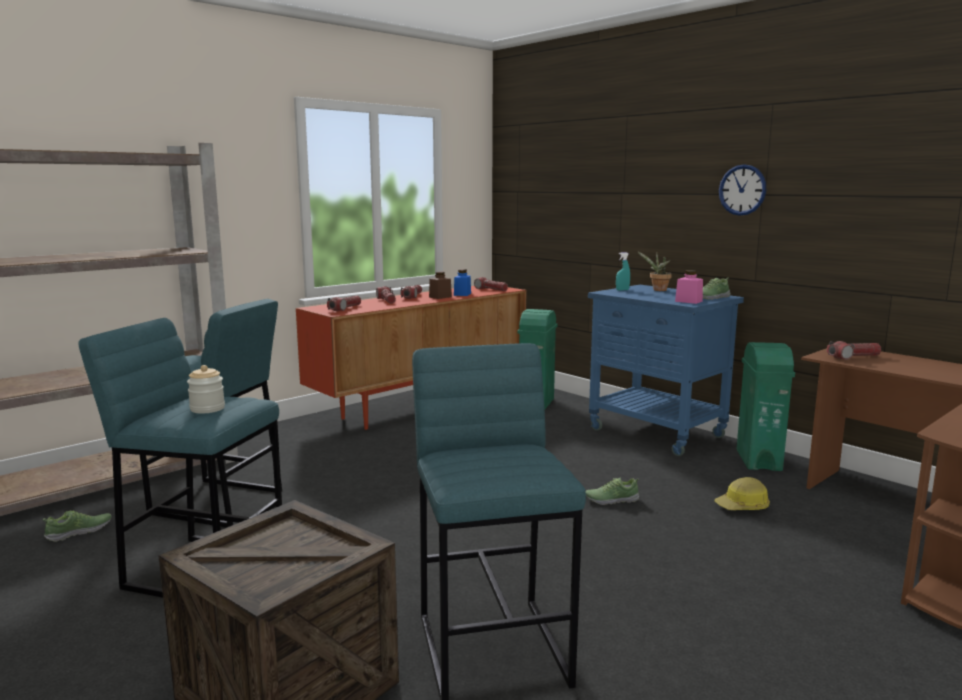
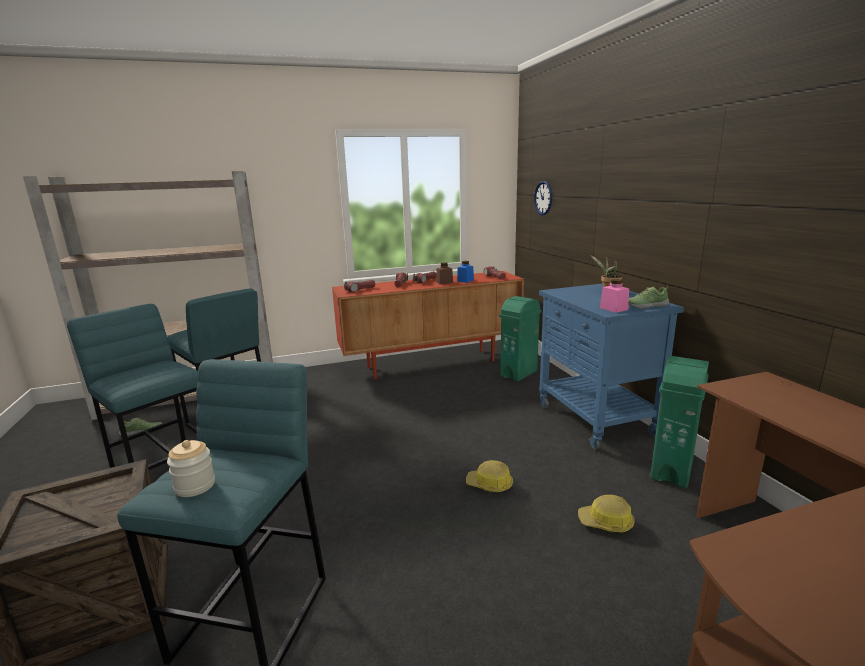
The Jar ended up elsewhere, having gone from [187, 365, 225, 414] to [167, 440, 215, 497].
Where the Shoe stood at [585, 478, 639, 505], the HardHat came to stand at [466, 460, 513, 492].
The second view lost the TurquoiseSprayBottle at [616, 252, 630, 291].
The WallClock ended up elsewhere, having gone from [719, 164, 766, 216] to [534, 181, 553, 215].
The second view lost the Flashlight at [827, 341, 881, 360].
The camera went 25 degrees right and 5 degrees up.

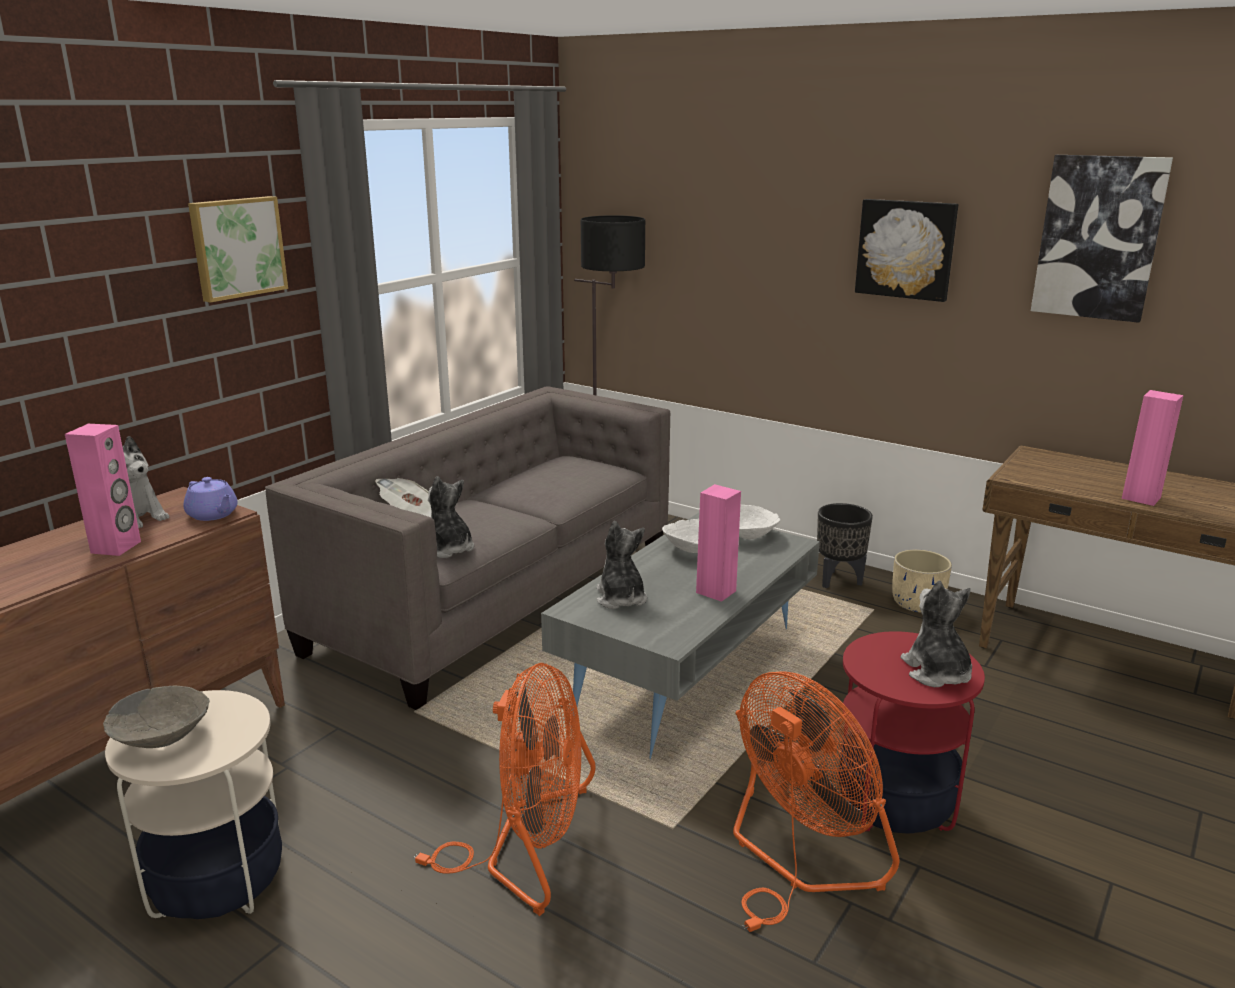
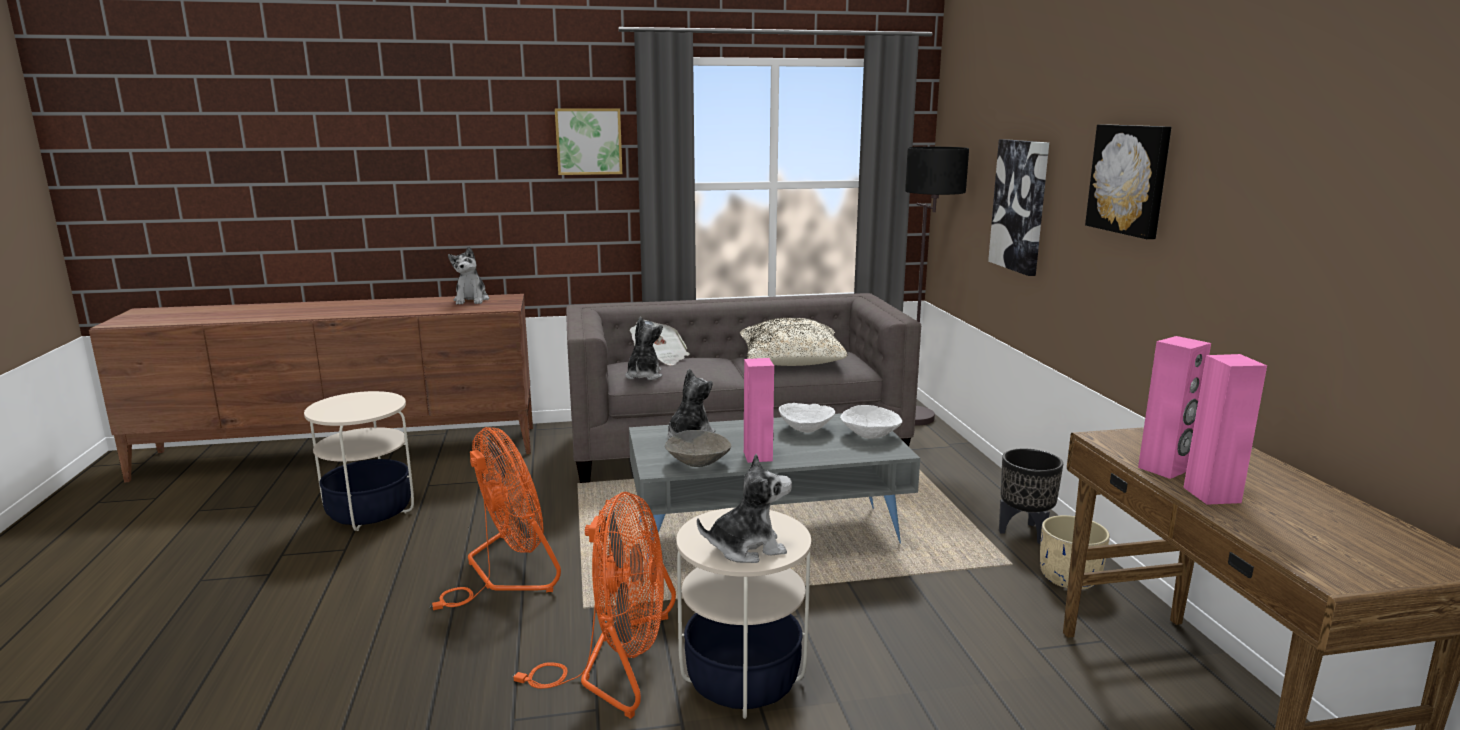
The PinkSpeaker ended up elsewhere, having gone from [65, 424, 141, 556] to [1138, 336, 1211, 479].
The GreyBowl ended up elsewhere, having gone from [103, 686, 210, 748] to [665, 430, 731, 467].
The second view lost the PurpleTeapot at [184, 477, 238, 521].
The OrangeFan at [415, 663, 595, 916] ended up facing another way, 90 degrees counterclockwise from before.
What was the RedSideTable at [839, 631, 985, 833] turned into the BeigeSideTable at [676, 508, 811, 719].
The PlushToy at [900, 580, 972, 687] ended up facing another way, 45 degrees clockwise from before.
The Picture ended up elsewhere, having gone from [1031, 155, 1173, 323] to [988, 139, 1049, 276].
The second view gained the BeigePillow at [740, 318, 848, 366].
The camera went 45 degrees right and 5 degrees down.

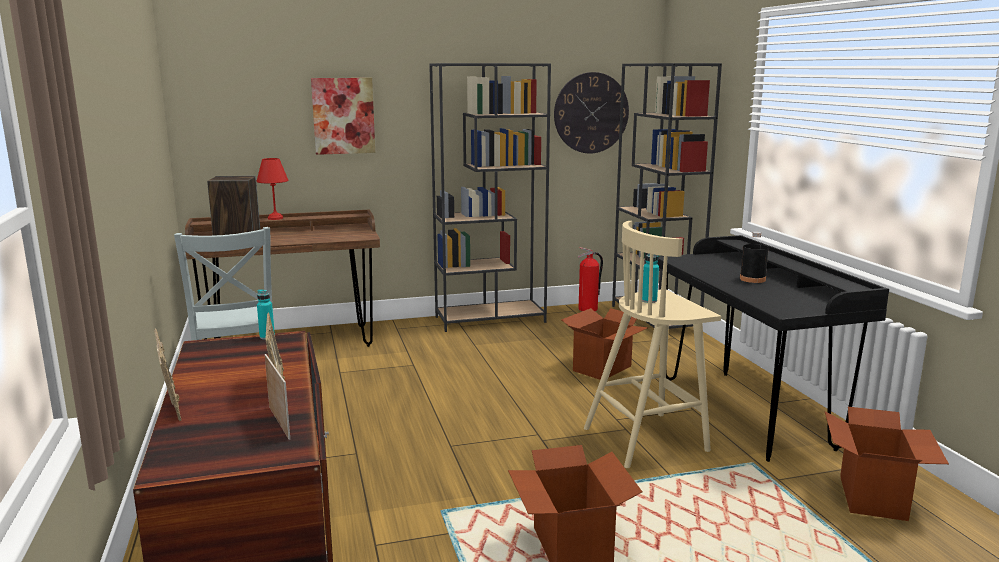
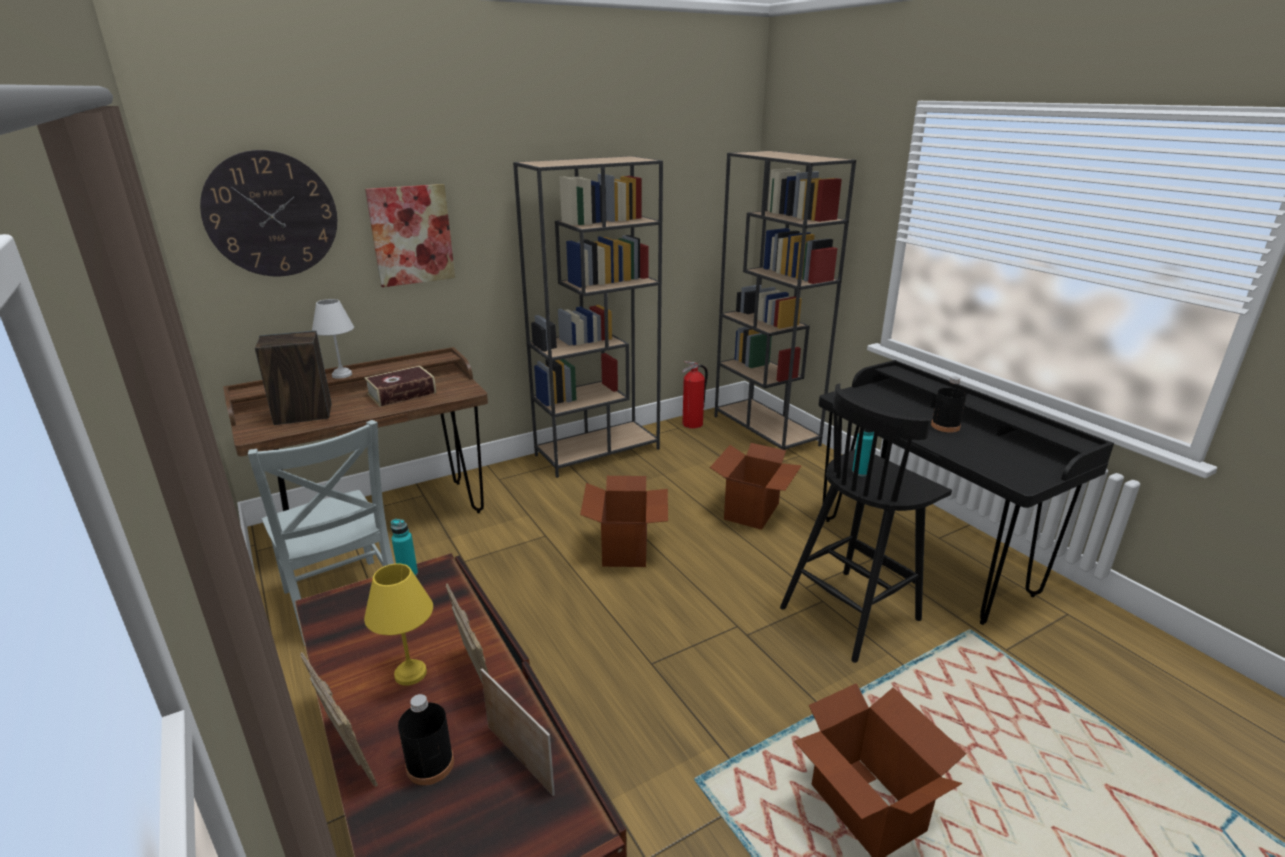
What was the RedTableLamp at [256, 158, 288, 220] turned into the WhiteTableLamp at [312, 299, 354, 379].
The WallClock ended up elsewhere, having gone from [554, 72, 629, 154] to [200, 150, 337, 277].
What was the BeigeStool at [584, 221, 721, 468] turned into the BlackStool at [780, 384, 952, 663].
The CardboardBox ended up elsewhere, having gone from [825, 407, 949, 521] to [580, 476, 668, 567].
The second view gained the Book at [364, 366, 436, 407].
The second view gained the YellowTableLamp at [364, 563, 433, 686].
The second view gained the BlackBottle at [398, 694, 454, 786].
The camera went 15 degrees left and 10 degrees up.

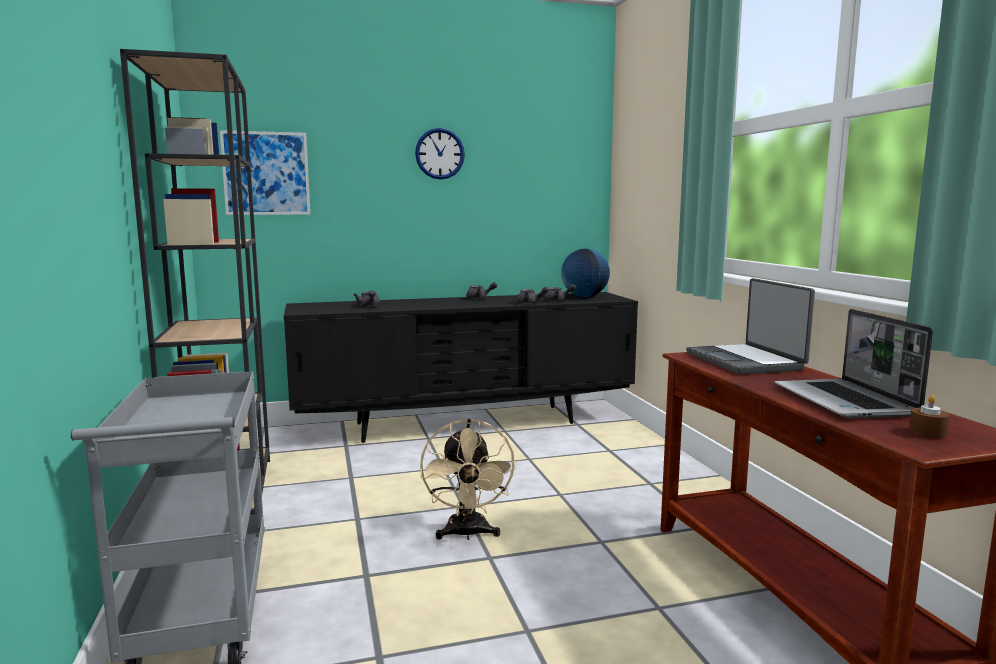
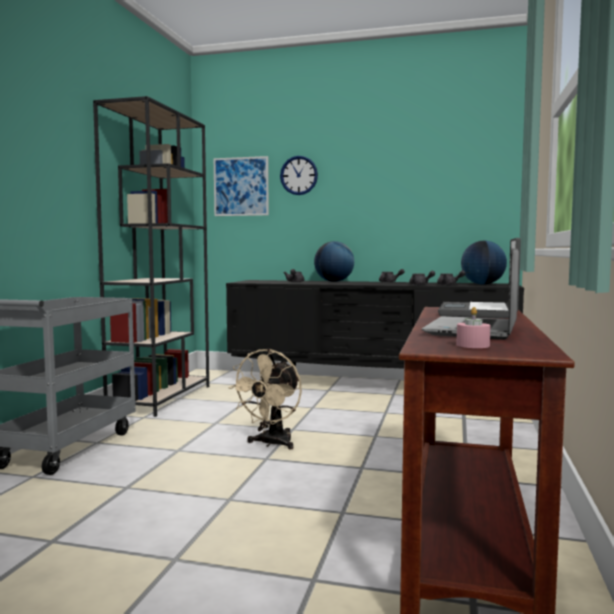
The WallClock ended up elsewhere, having gone from [415, 128, 465, 180] to [280, 156, 318, 195].
What was the BrownCandle at [909, 395, 950, 439] turned into the PinkCandle at [456, 307, 491, 348].
The second view gained the Globe at [314, 241, 354, 282].
The camera went 30 degrees right and 5 degrees down.

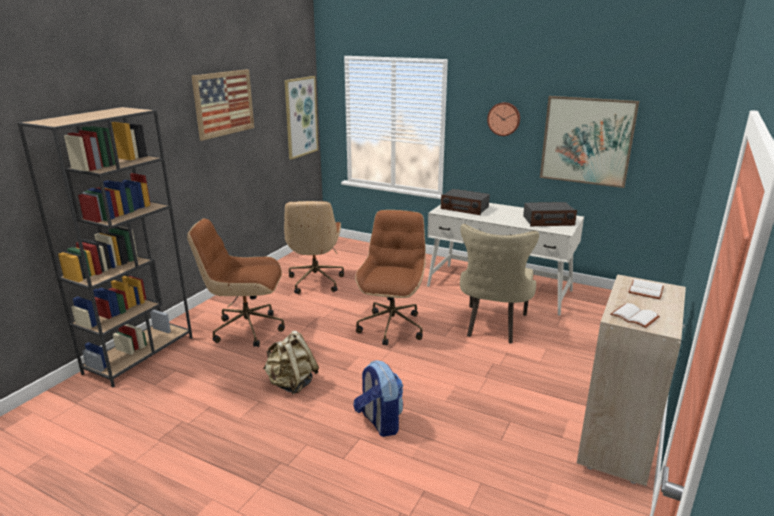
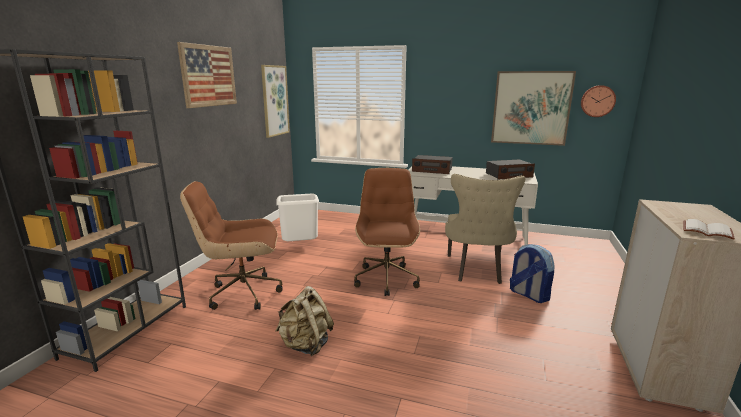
Where the BrownOfficeChair stood at [284, 201, 344, 294], the WhiteTrashCan came to stand at [276, 194, 319, 241].
The Backpack ended up elsewhere, having gone from [353, 360, 403, 437] to [510, 244, 554, 303].
The WallClock ended up elsewhere, having gone from [487, 102, 520, 136] to [581, 85, 616, 117].
The second view lost the WhiteBook at [628, 279, 664, 299].
The camera went 10 degrees left and 5 degrees down.

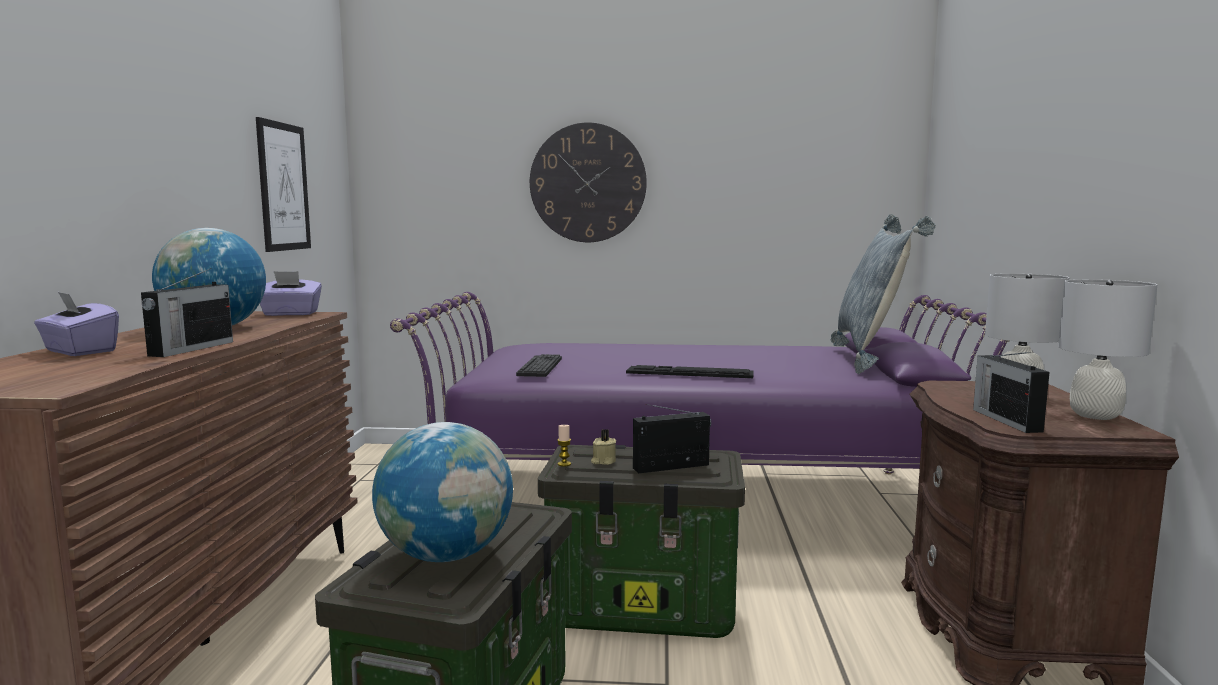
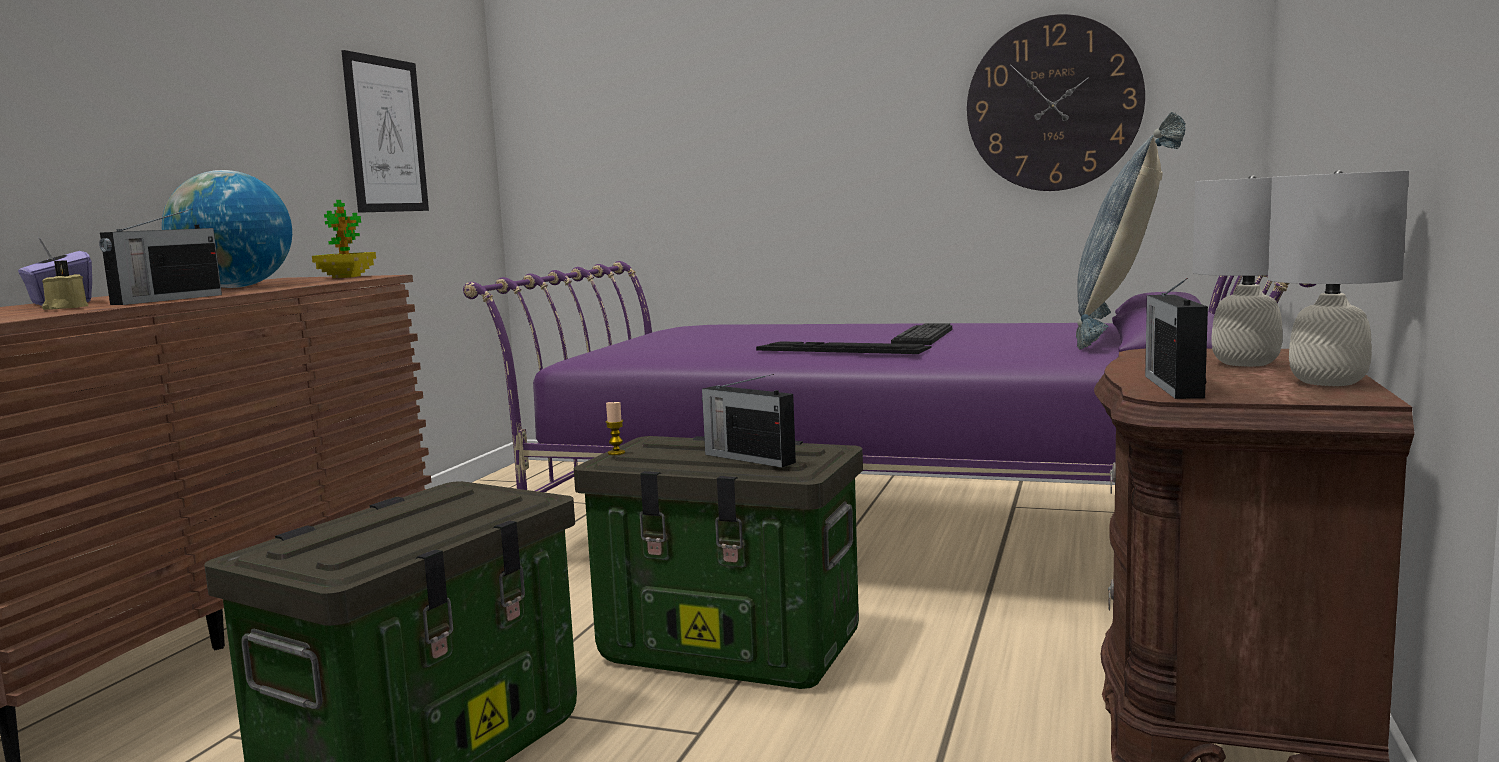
Where the PurpleTissueBox stood at [260, 271, 322, 316], the PottedPlant came to stand at [312, 200, 376, 278].
The second view lost the Globe at [372, 422, 513, 562].
The Keyboard ended up elsewhere, having gone from [516, 354, 562, 377] to [891, 323, 952, 345].
The WallClock ended up elsewhere, having gone from [530, 122, 647, 242] to [967, 14, 1145, 191].
The BeigeCandle ended up elsewhere, having gone from [591, 429, 616, 465] to [42, 260, 88, 310].
The Radio at [633, 404, 711, 473] ended up facing another way, 135 degrees counterclockwise from before.
The camera went 15 degrees right and 0 degrees up.

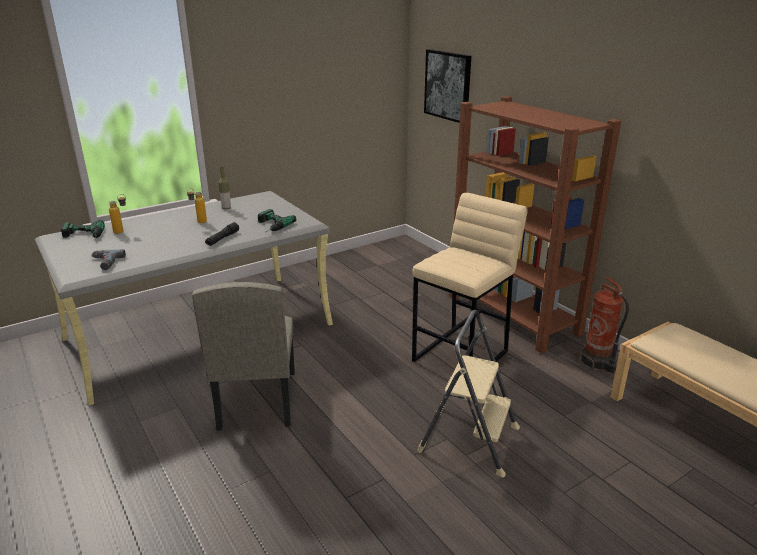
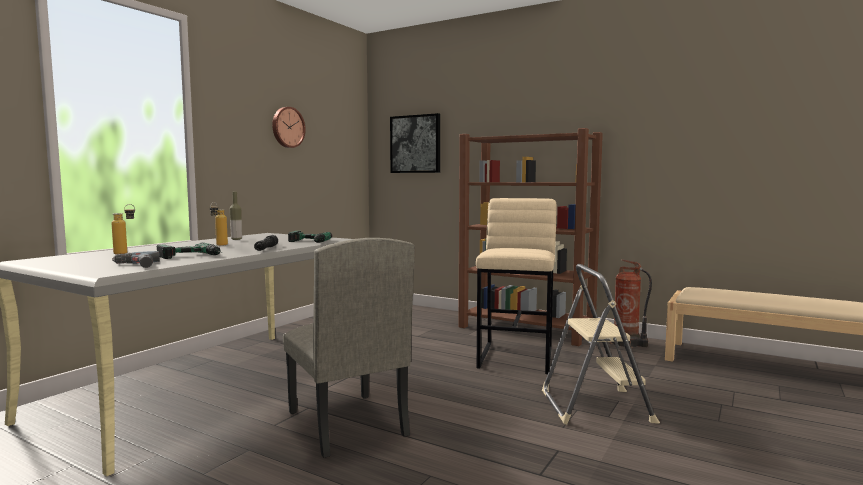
The PowerDrill ended up elsewhere, having gone from [61, 220, 105, 238] to [157, 242, 222, 259].
The second view gained the WallClock at [272, 107, 306, 148].
The camera went 25 degrees left and 20 degrees down.

